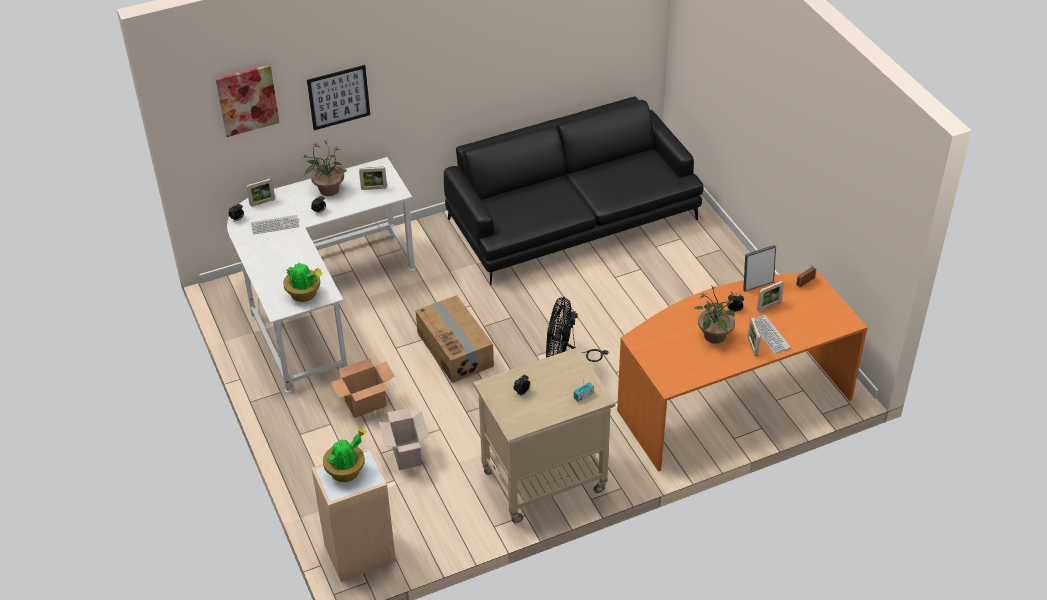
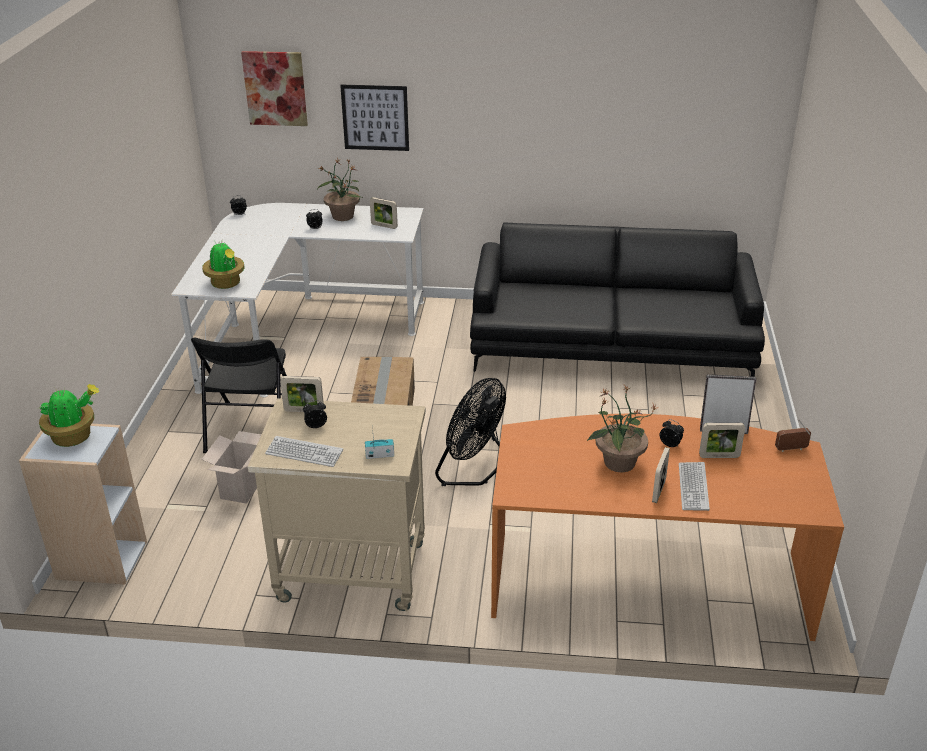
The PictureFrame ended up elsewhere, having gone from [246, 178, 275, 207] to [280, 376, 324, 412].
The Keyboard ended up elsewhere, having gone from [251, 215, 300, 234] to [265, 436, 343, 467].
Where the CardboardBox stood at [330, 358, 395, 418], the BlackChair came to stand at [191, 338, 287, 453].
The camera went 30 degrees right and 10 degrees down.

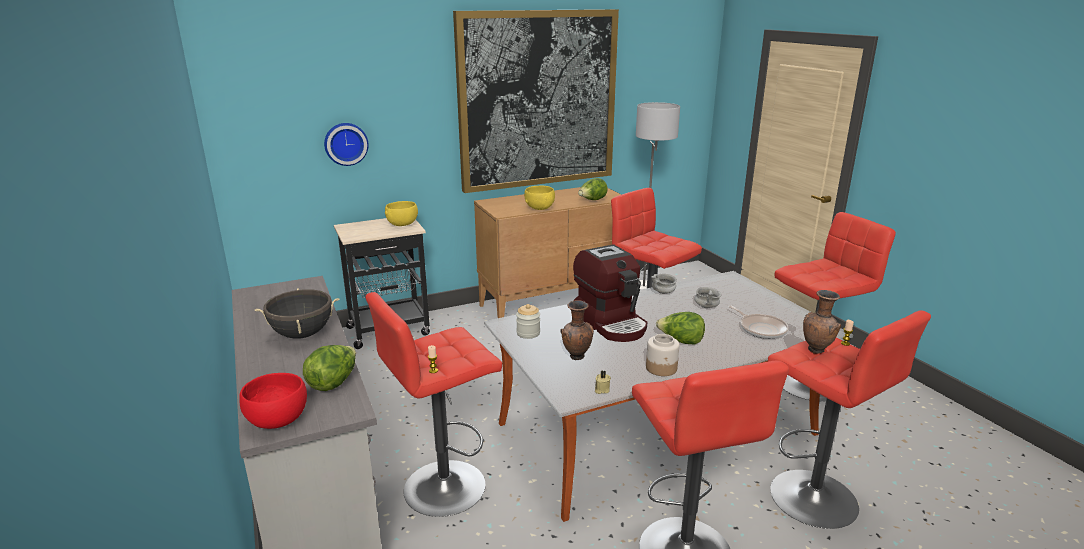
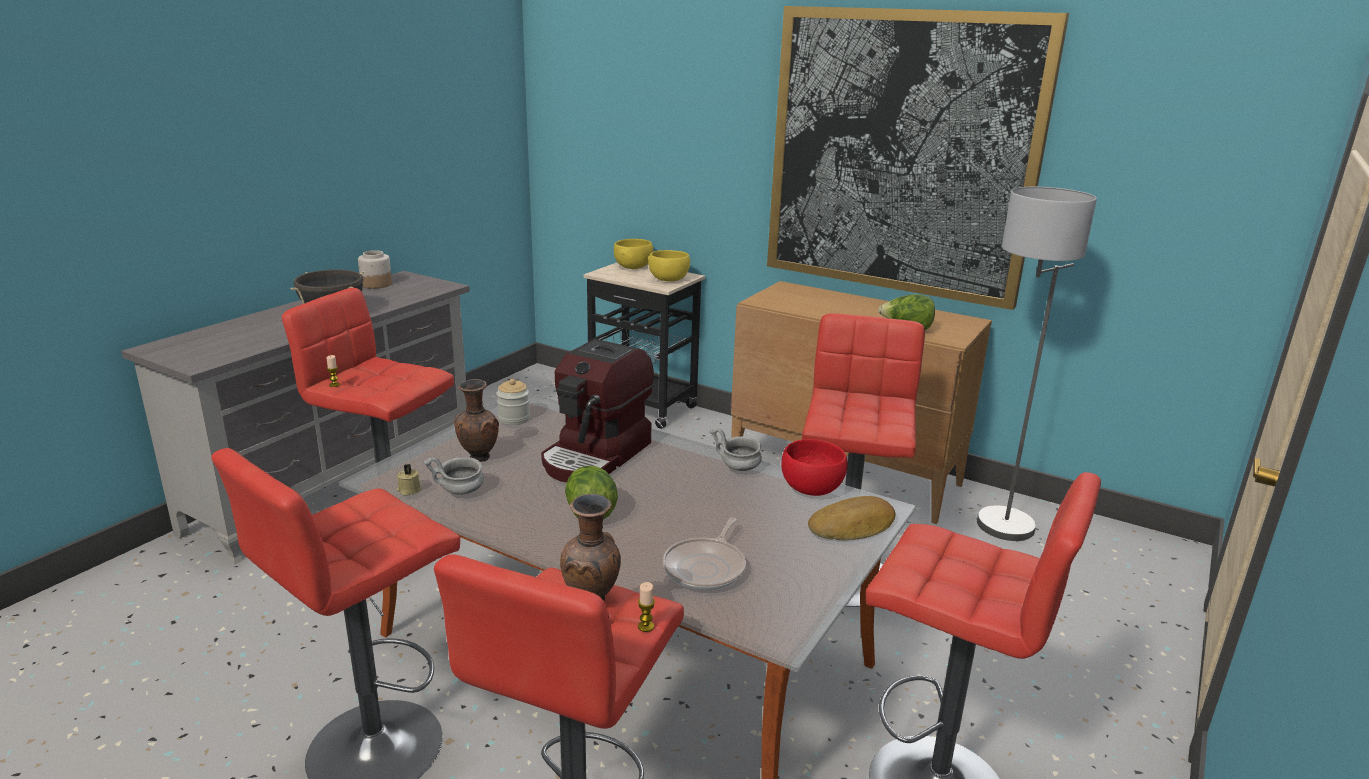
The RedBowl ended up elsewhere, having gone from [239, 373, 307, 429] to [781, 439, 848, 496].
The second view lost the Lettuce at [303, 345, 356, 391].
The second view lost the WallClock at [324, 123, 369, 166].
The YellowBowl ended up elsewhere, having gone from [524, 186, 555, 210] to [614, 239, 653, 269].
The Jar ended up elsewhere, having gone from [646, 334, 679, 376] to [358, 250, 392, 289].
The GreyBowl ended up elsewhere, having gone from [694, 287, 722, 308] to [423, 457, 484, 495].
The second view gained the Bread at [808, 496, 896, 540].
The camera went 55 degrees right and 0 degrees up.

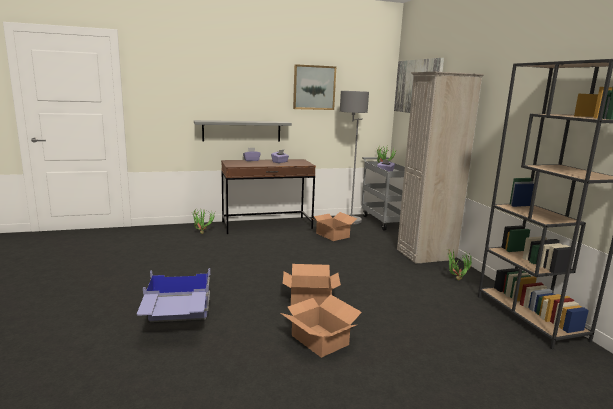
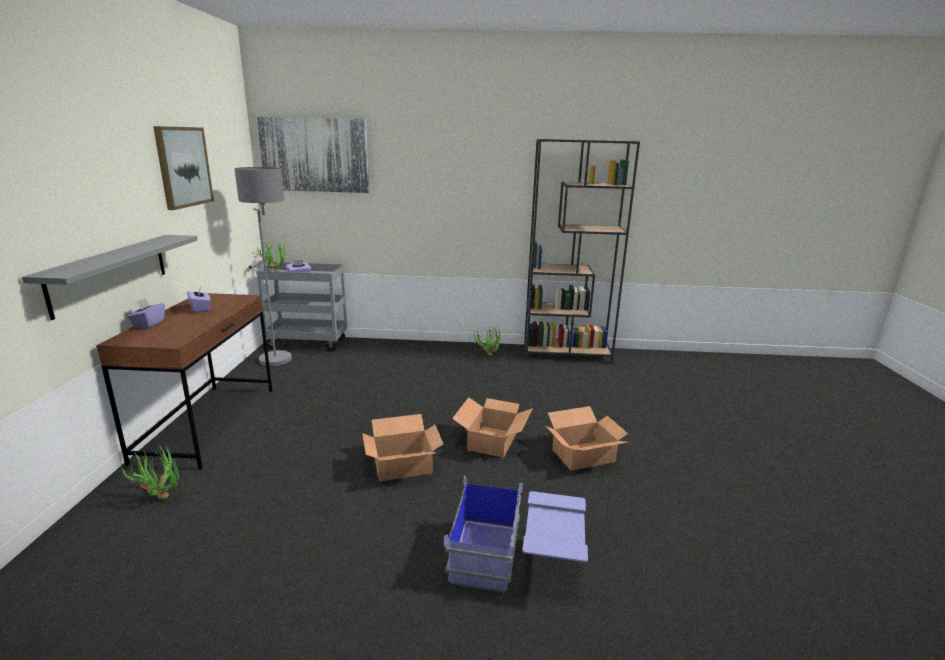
The CardboardBox ended up elsewhere, having gone from [311, 212, 357, 241] to [362, 414, 443, 481].
The second view lost the BeigeCabinet at [397, 72, 484, 263].
The camera went 70 degrees left and 5 degrees up.

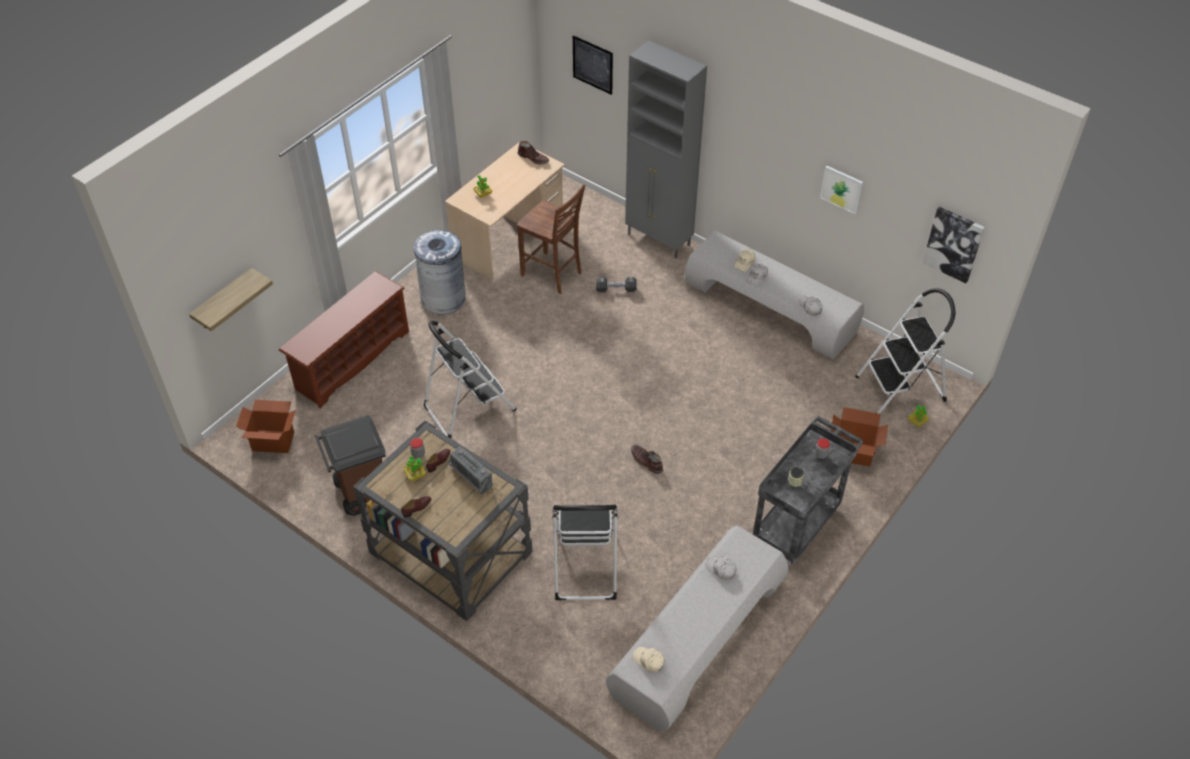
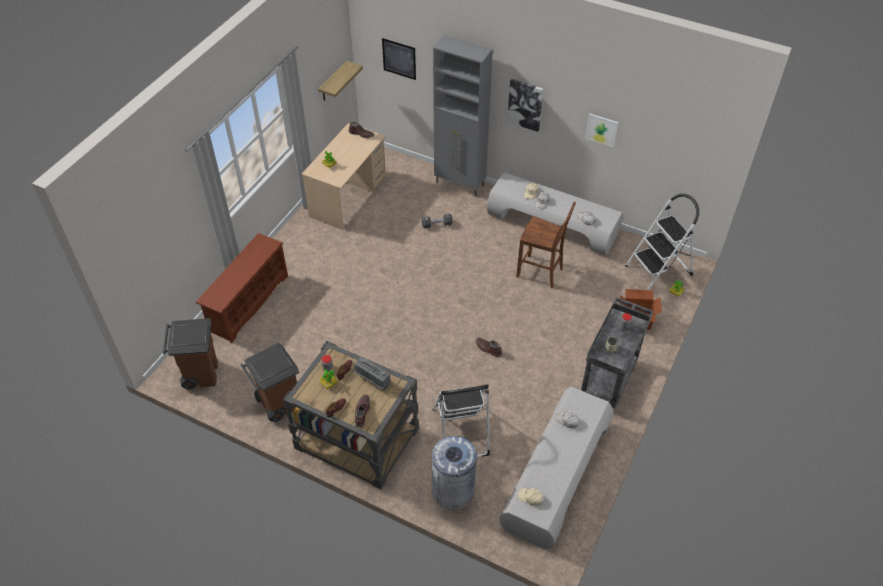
The Shelf ended up elsewhere, having gone from [189, 268, 273, 331] to [318, 61, 363, 101].
Where the CardboardBox stood at [236, 400, 296, 453], the BrownTrashCan came to stand at [163, 318, 218, 389].
The GreyTrashCan ended up elsewhere, having gone from [414, 230, 466, 315] to [432, 436, 477, 510].
The second view lost the StepLadder at [424, 321, 516, 438].
The BrownChair ended up elsewhere, having gone from [517, 184, 585, 294] to [516, 202, 576, 288].
The Picture ended up elsewhere, having gone from [922, 207, 985, 283] to [507, 79, 543, 132].
The second view gained the BrownBoot at [355, 394, 370, 428].
The camera went 10 degrees left and 0 degrees up.

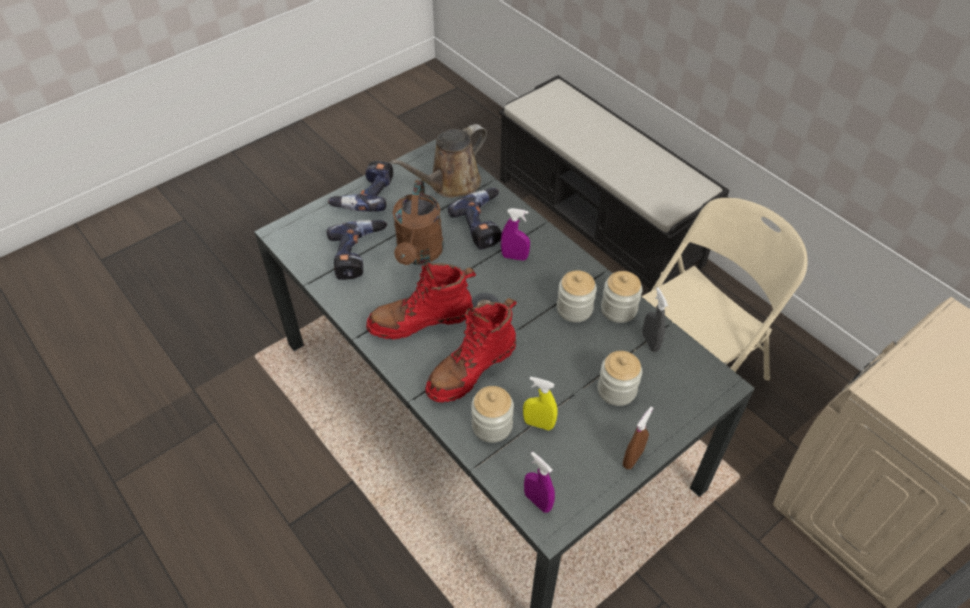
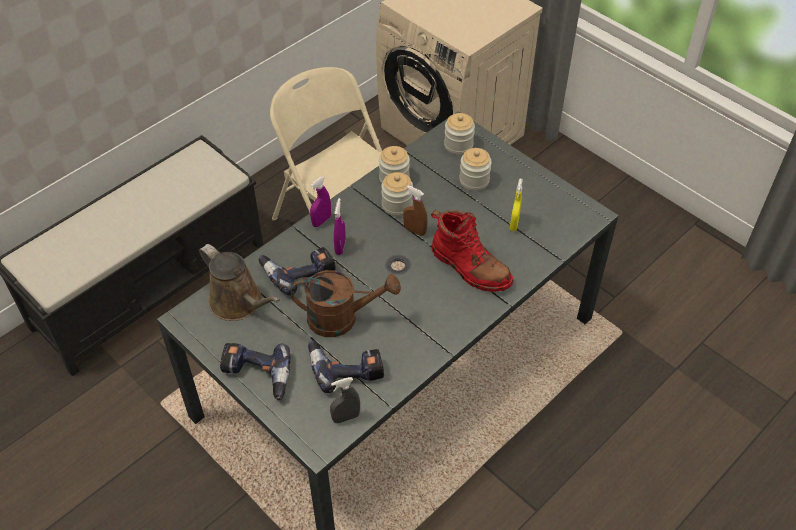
The second view lost the RedBoot at [366, 262, 476, 339].
The Jar ended up elsewhere, having gone from [471, 386, 514, 443] to [444, 113, 475, 155].
The PurpleSprayBottle ended up elsewhere, having gone from [524, 452, 555, 513] to [310, 176, 331, 227].
The BrownSprayBottle ended up elsewhere, having gone from [623, 407, 653, 469] to [403, 185, 428, 236].
The GreySprayBottle ended up elsewhere, having gone from [642, 287, 668, 352] to [330, 377, 360, 423].
The camera went 95 degrees left and 0 degrees up.

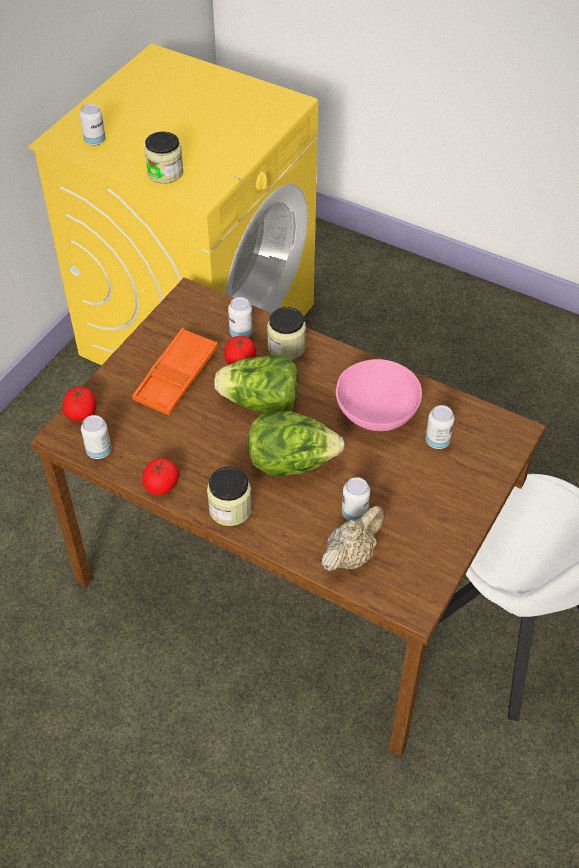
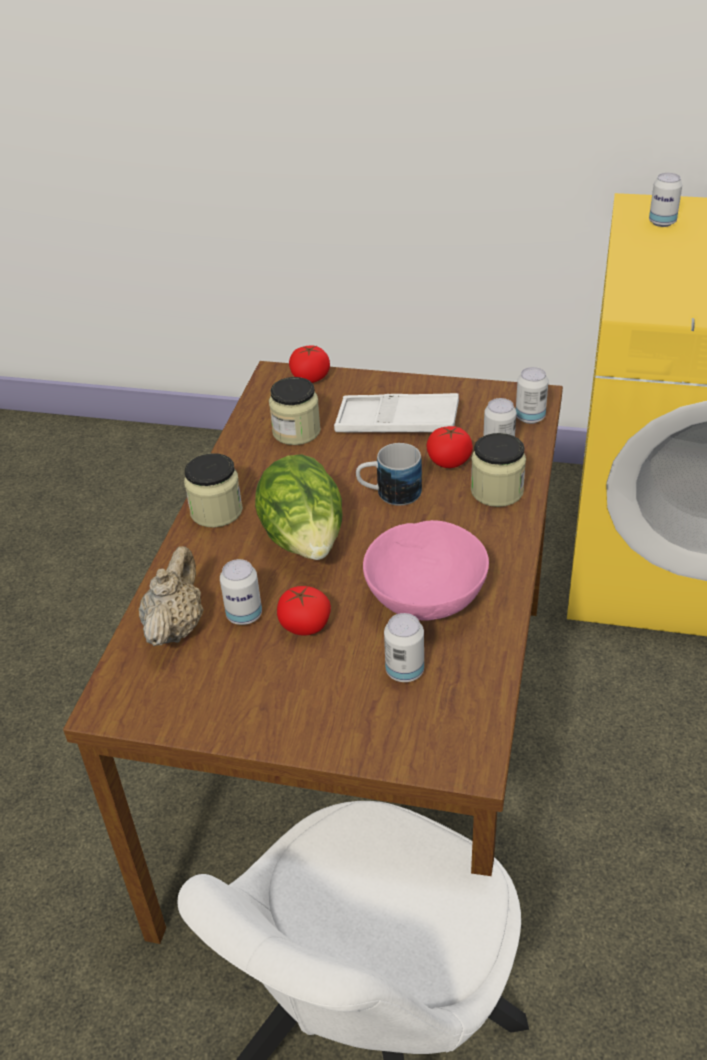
The Can ended up elsewhere, having gone from [81, 415, 111, 459] to [516, 367, 548, 424].
What was the OrangeTray at [132, 328, 218, 415] turned into the WhiteTray at [334, 393, 459, 432].
The Tomato ended up elsewhere, having gone from [143, 458, 179, 495] to [277, 586, 331, 636].
The Jar ended up elsewhere, having gone from [144, 132, 183, 184] to [269, 377, 321, 445].
Where the Lettuce stood at [214, 355, 298, 414], the Mug came to stand at [356, 443, 422, 506].
The BeigeTeapot at [321, 506, 385, 571] ended up facing another way, 105 degrees counterclockwise from before.
The camera went 75 degrees right and 10 degrees down.

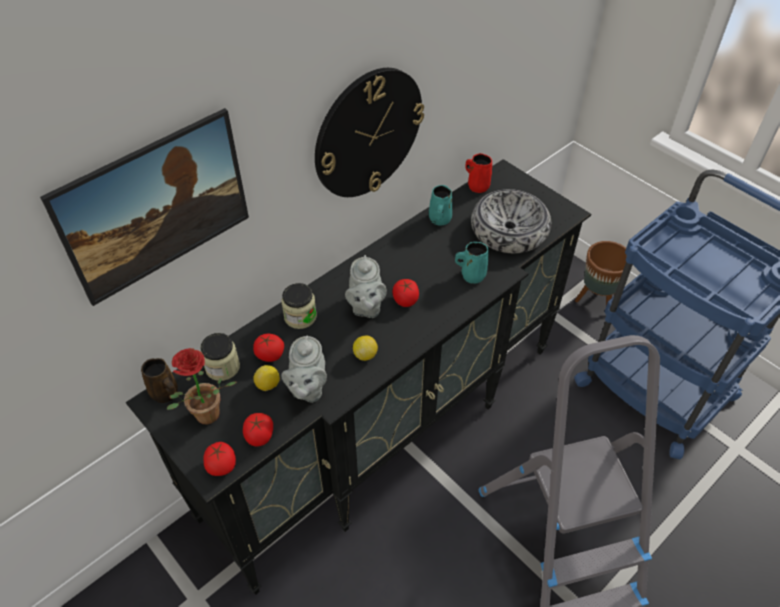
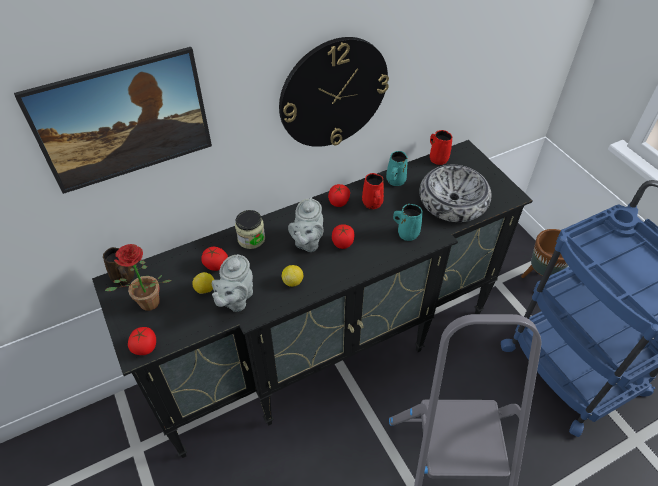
The second view lost the Jar at [200, 333, 240, 381].
The Tomato ended up elsewhere, having gone from [243, 413, 273, 446] to [328, 184, 350, 207].
The second view gained the RedMug at [362, 173, 384, 209].
The camera went 15 degrees right and 0 degrees up.

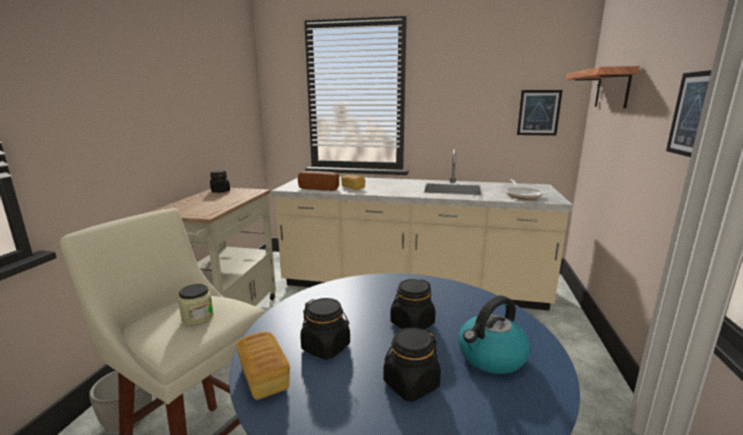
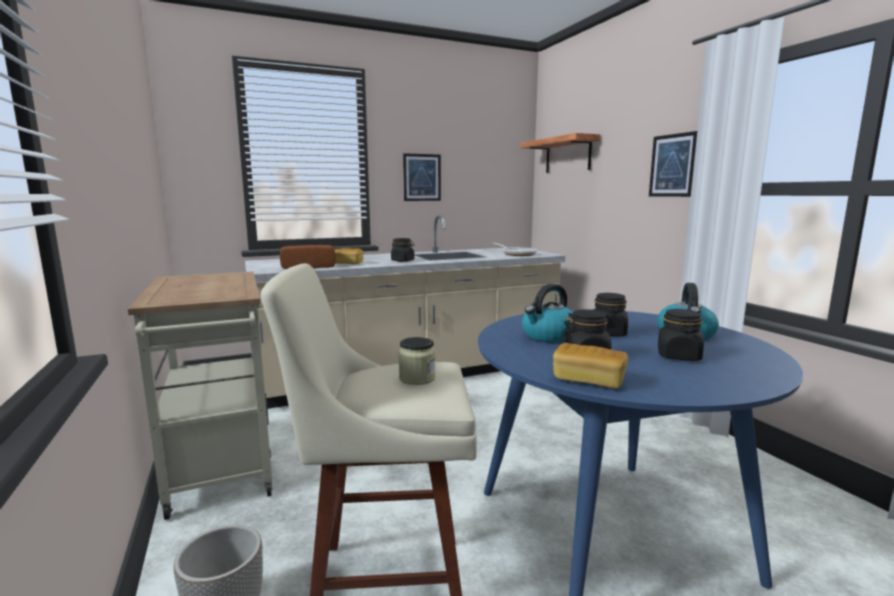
The BlackJar ended up elsewhere, having gone from [210, 170, 230, 193] to [391, 238, 414, 262].
The Picture ended up elsewhere, having gone from [517, 90, 563, 136] to [403, 153, 441, 201].
The second view gained the Kettle at [522, 284, 573, 343].
The camera went 35 degrees left and 5 degrees down.

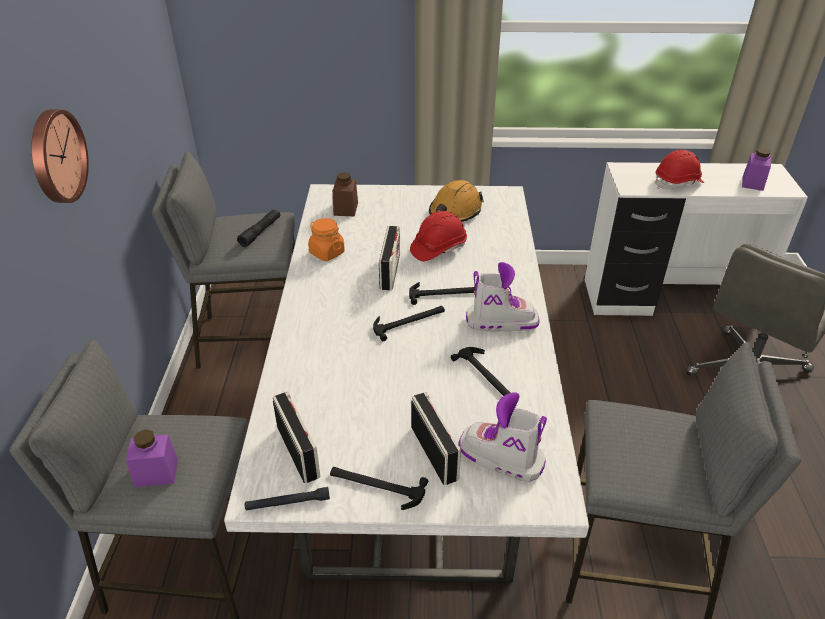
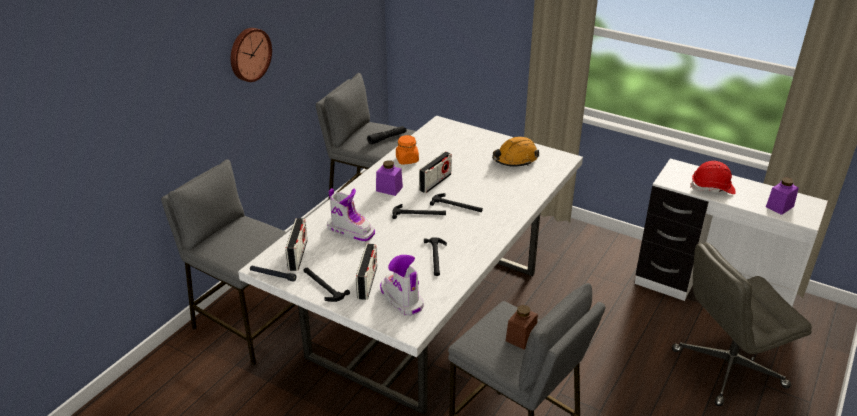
The PurpleJar ended up elsewhere, having gone from [126, 429, 178, 487] to [376, 160, 403, 196].
The BrownJar ended up elsewhere, having gone from [333, 172, 358, 217] to [506, 305, 538, 349].
The second view lost the RedHardHat at [410, 211, 467, 262].
The Boot ended up elsewhere, having gone from [466, 262, 540, 331] to [327, 188, 375, 242].
The camera went 30 degrees right and 5 degrees down.

